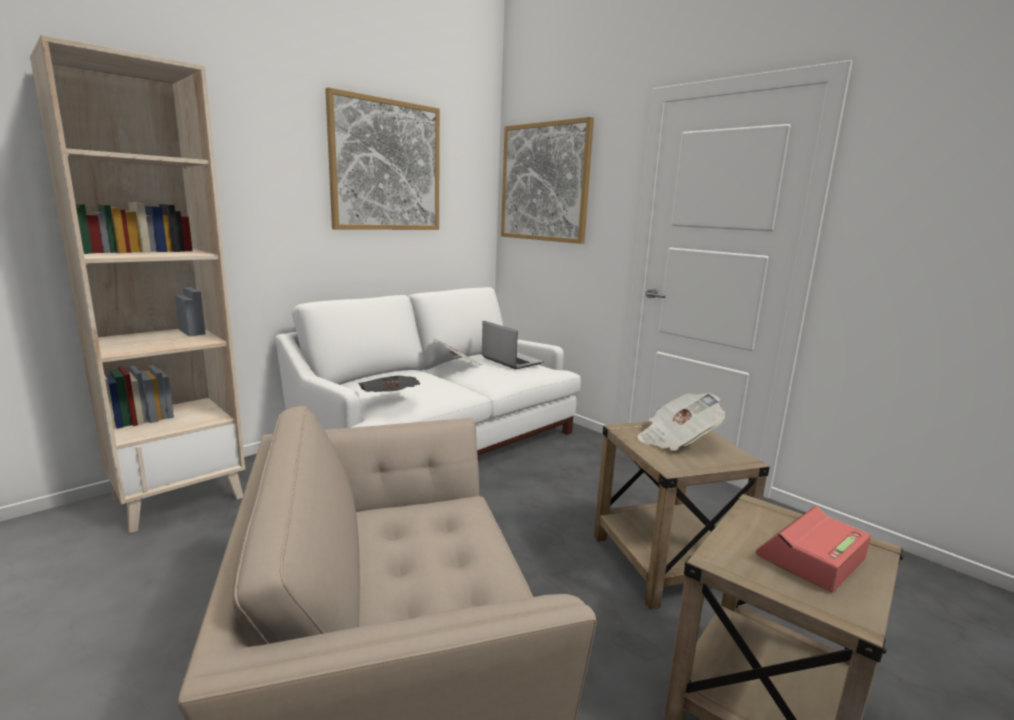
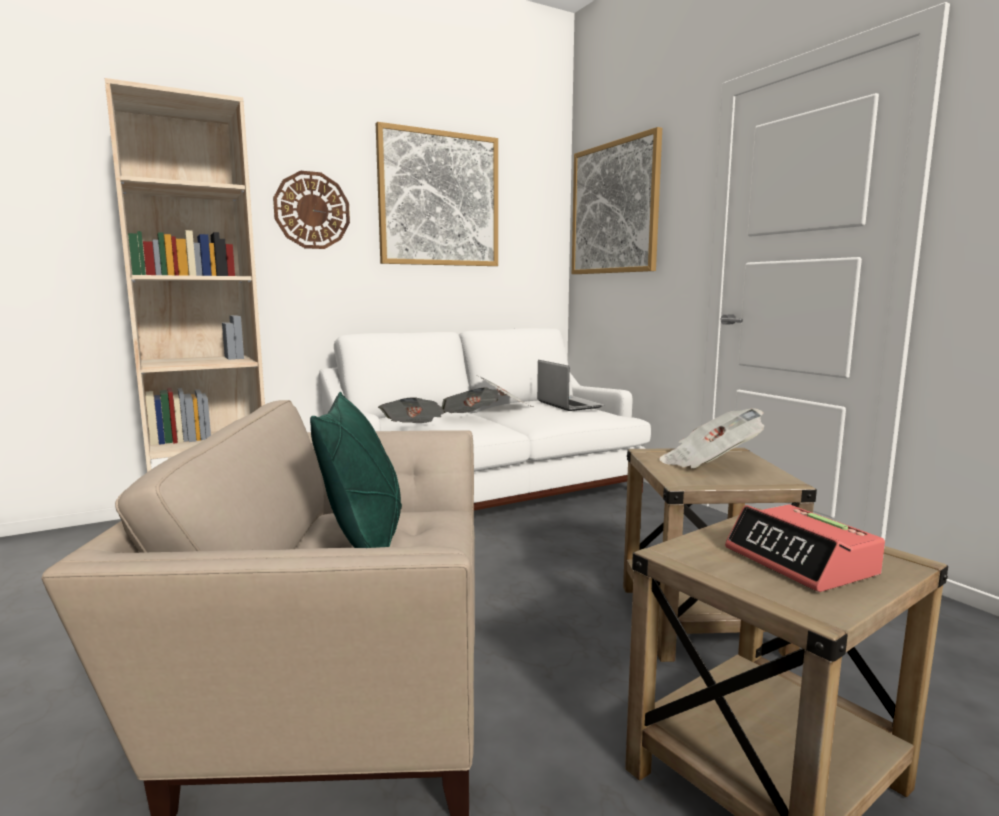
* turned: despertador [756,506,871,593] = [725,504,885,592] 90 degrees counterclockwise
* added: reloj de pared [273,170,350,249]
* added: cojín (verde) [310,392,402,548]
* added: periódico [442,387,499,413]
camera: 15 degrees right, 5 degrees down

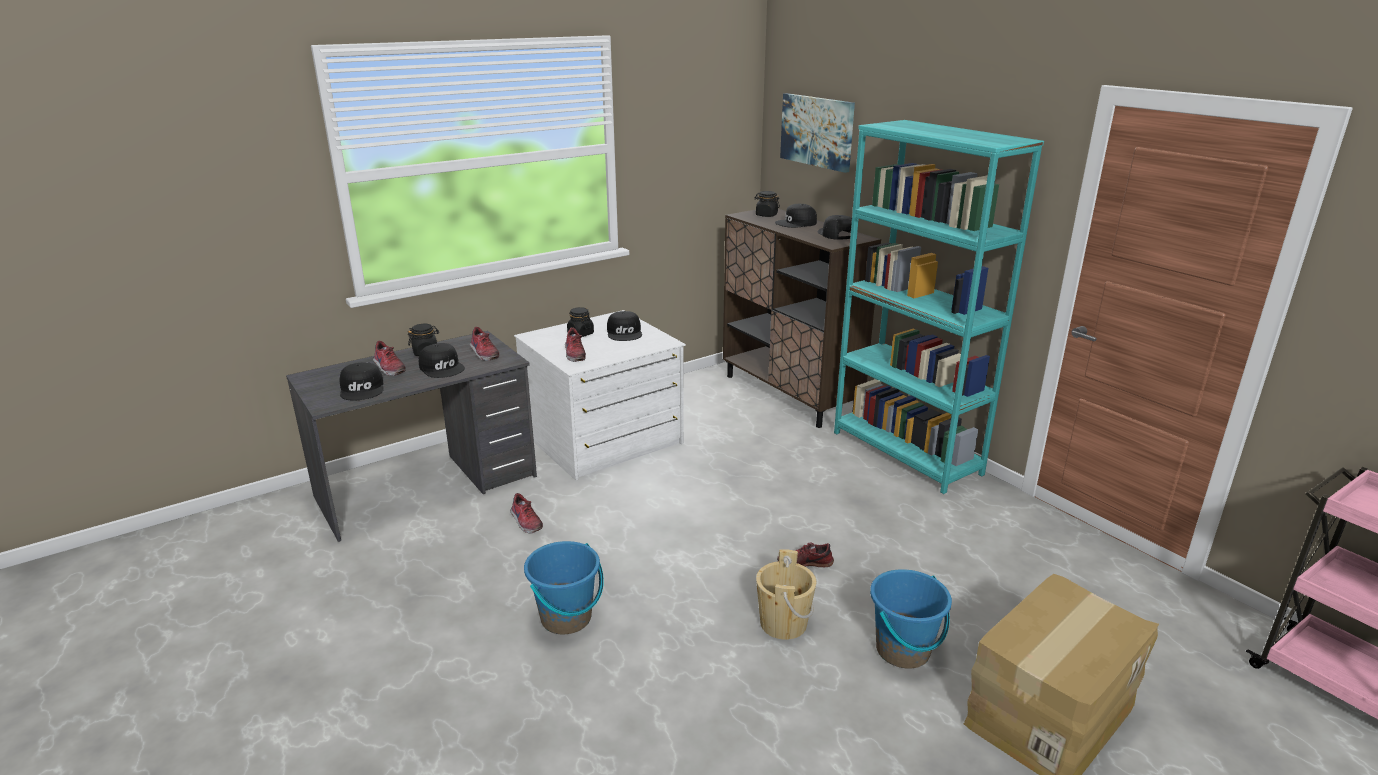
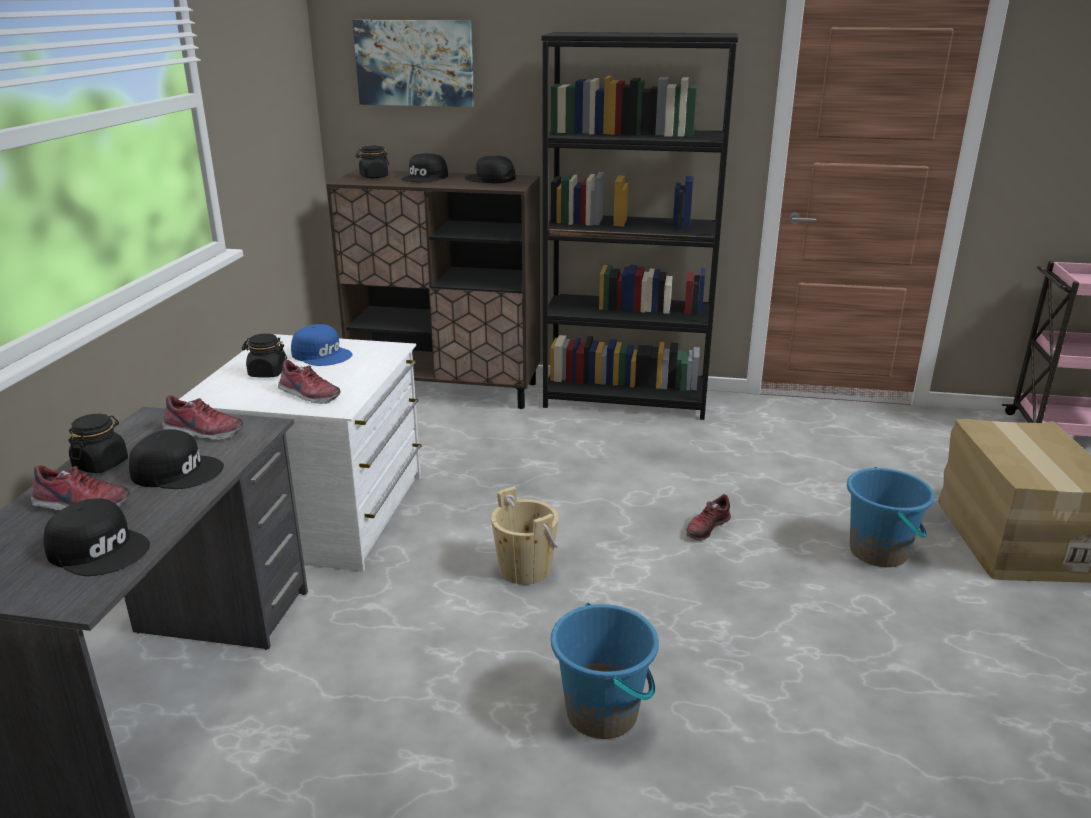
* removed: zapato [510,493,543,534]
* recoloured: gorra (negro) [607,311,642,341] to gorra (azul) [291,324,353,366]
* moved: cubo (beis) [756,549,816,640] to [491,487,558,585]
* recoloured: estantería (turquesa) [834,120,1044,494] to estantería (negro) [541,32,738,420]
camera: 45 degrees left, 0 degrees up

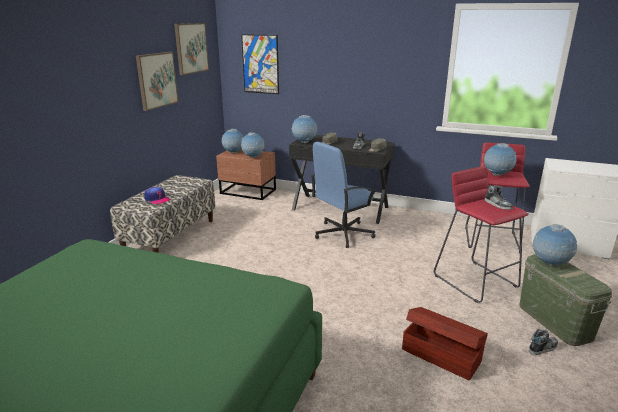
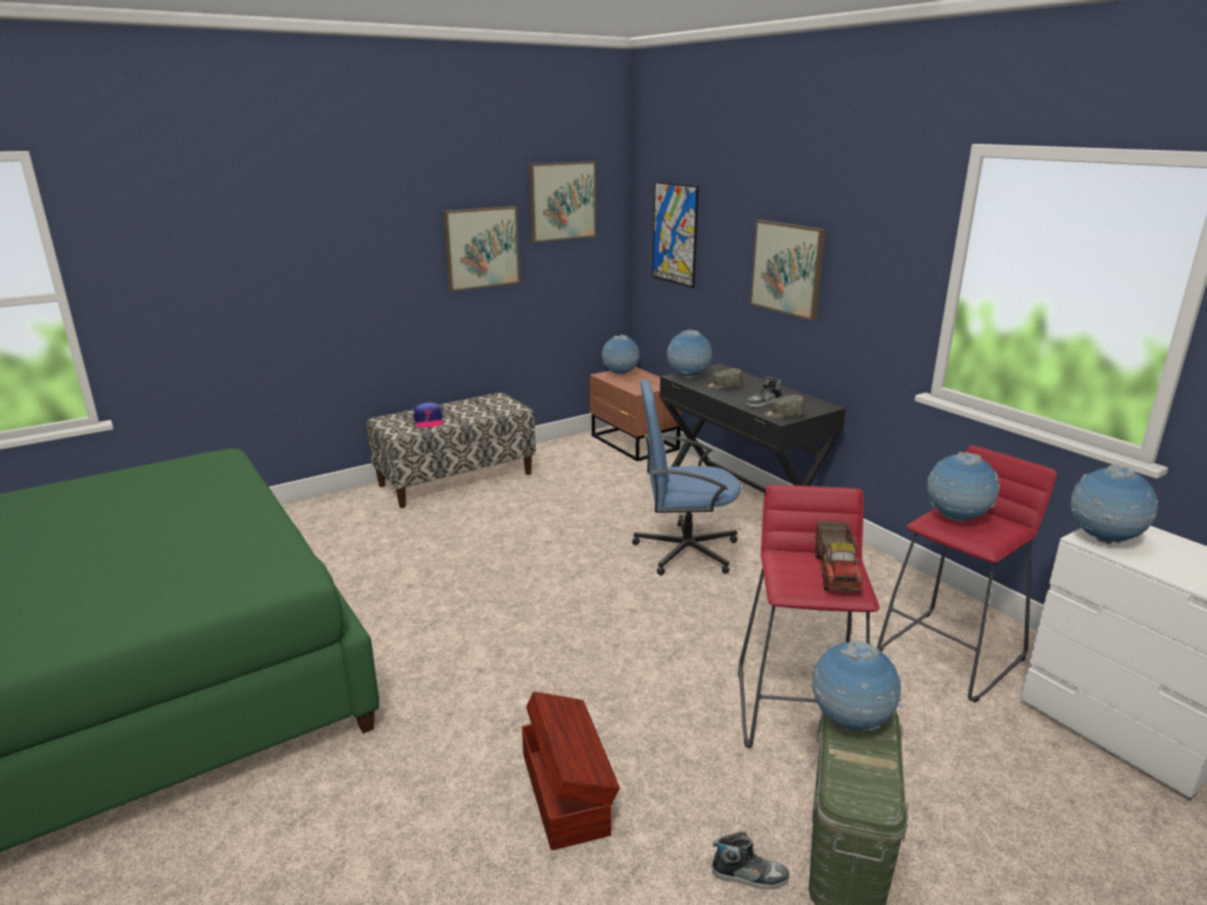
* moved: globo terráqueo [241,133,264,158] to [1071,465,1158,545]
* replaced: zapato [485,185,513,210] to camión de juguete [815,521,863,592]
* added: cuadro [750,220,826,320]
camera: 35 degrees right, 0 degrees up

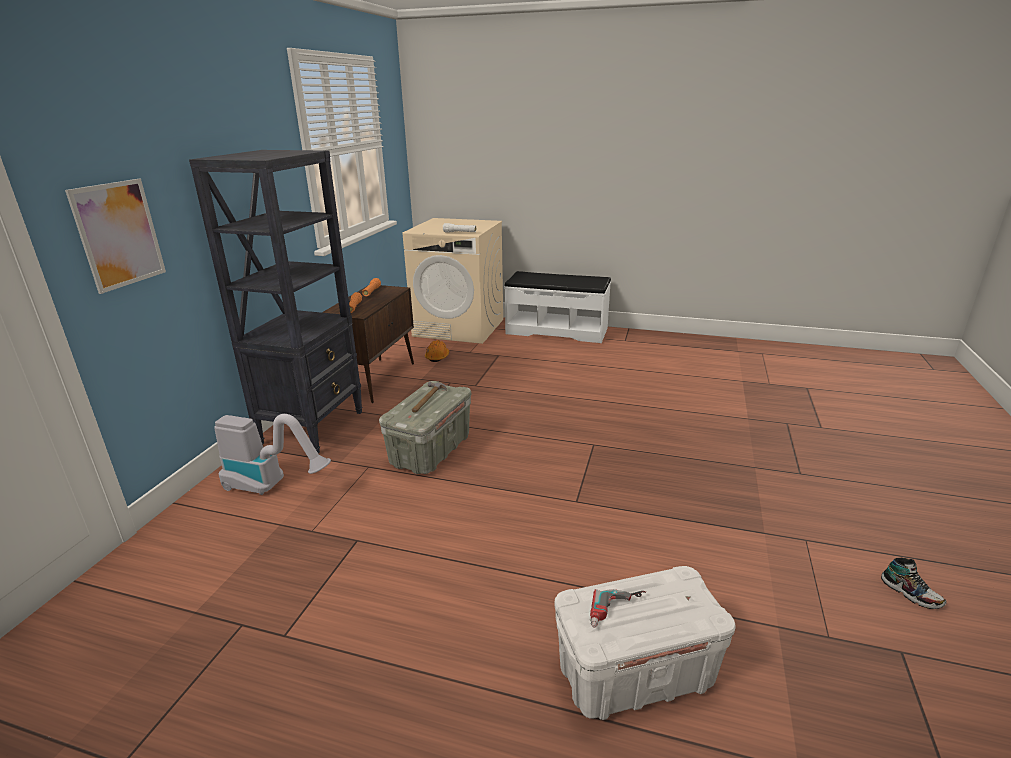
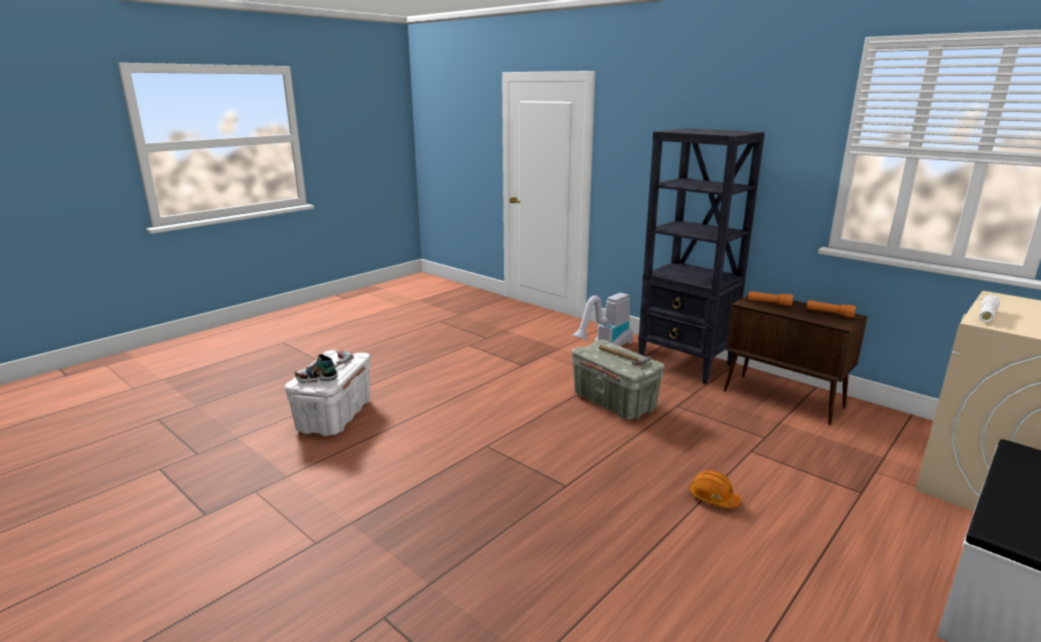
* removed: cuadro [65,179,166,294]
* moved: casco (naranja) [425,340,449,362] to [689,470,741,508]
* moved: zapato [881,558,947,609] to [295,354,338,383]
camera: 115 degrees right, 5 degrees down

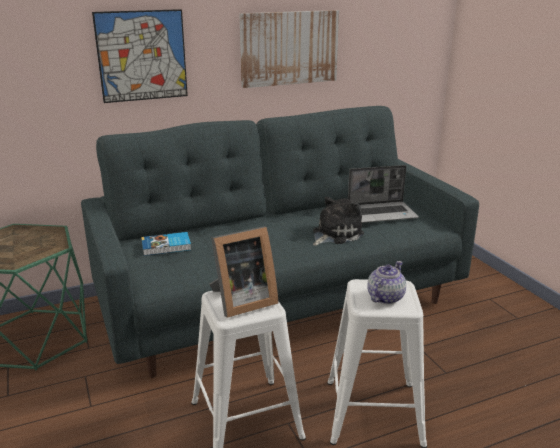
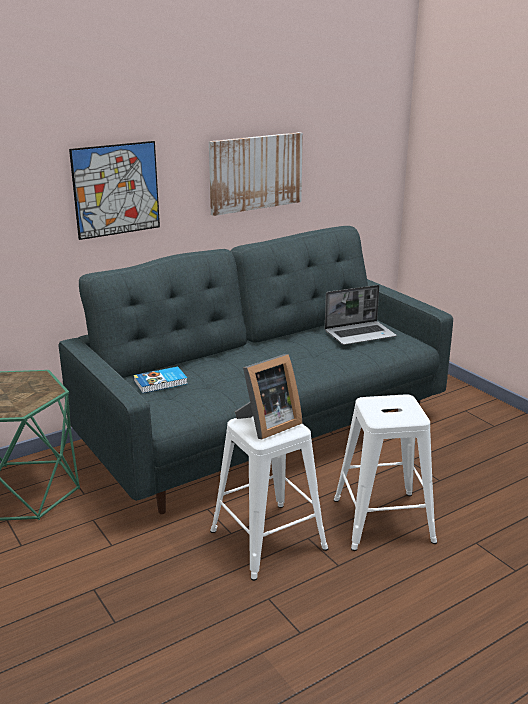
* removed: peluche [313,197,364,246]
* removed: tetera [367,261,406,304]
camera: 10 degrees left, 0 degrees up

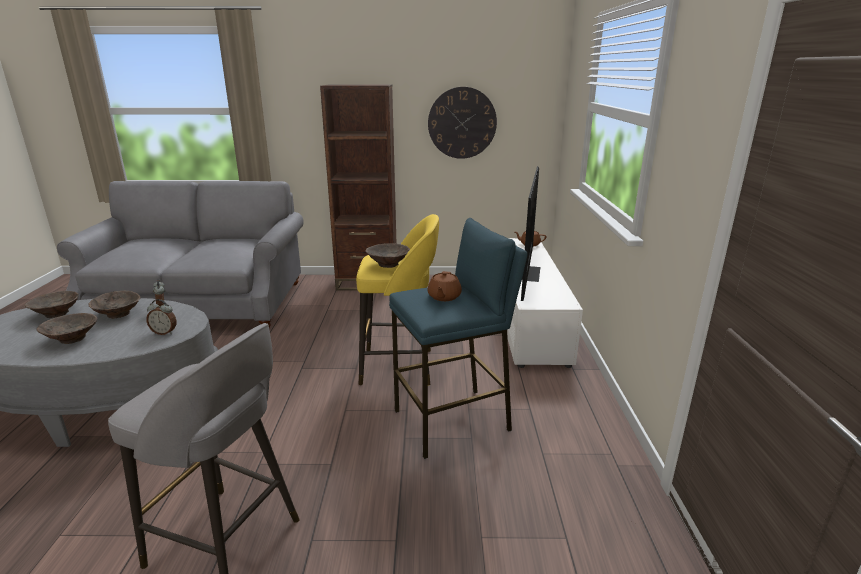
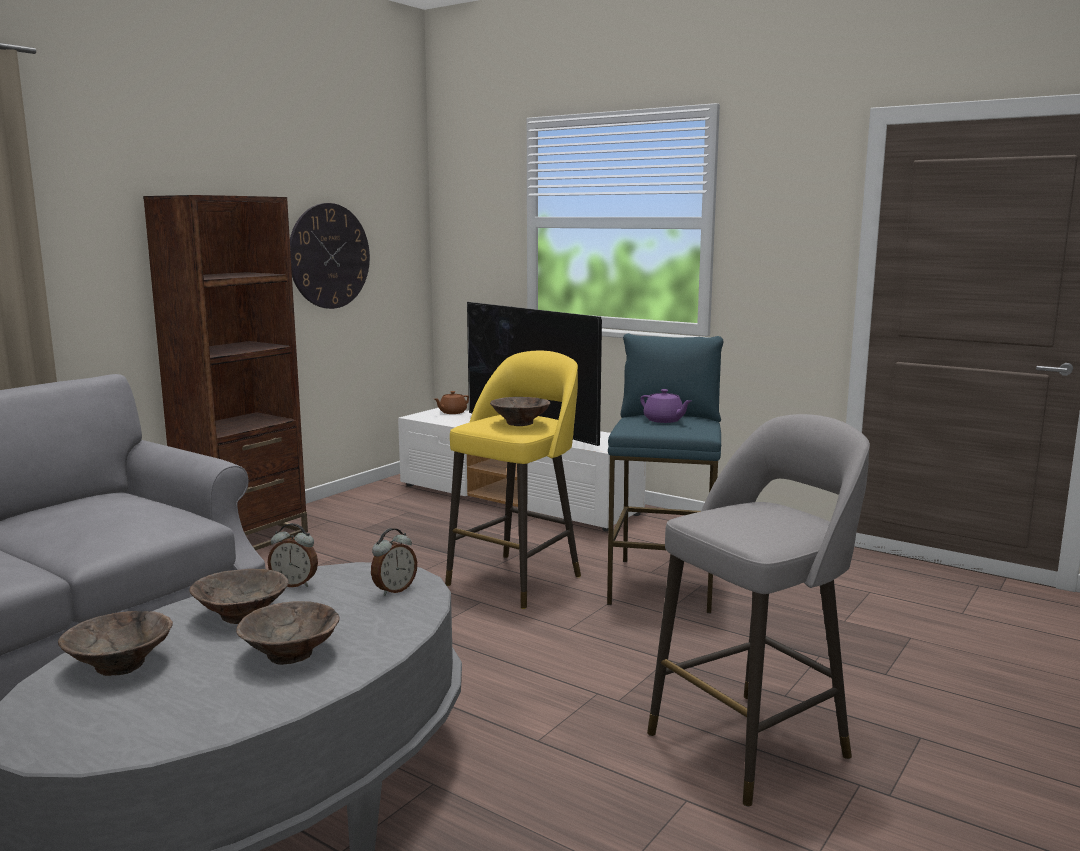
* recoloured: tetera (marrón) [428,271,462,301] to tetera (morado) [640,389,691,423]
camera: 55 degrees left, 10 degrees down

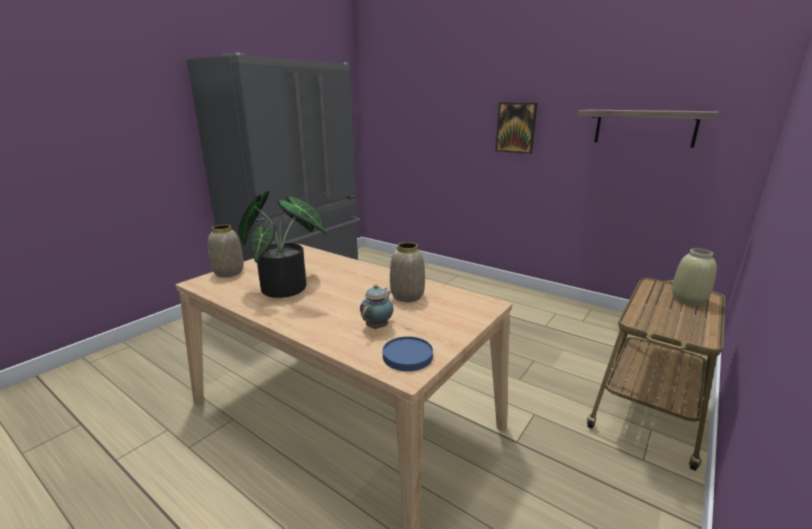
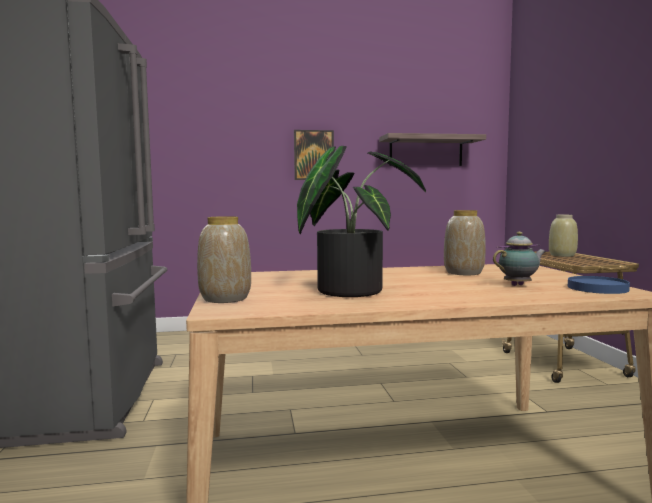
* turned: tetera [360,284,393,329] = [493,232,546,286] 90 degrees clockwise
camera: 45 degrees left, 15 degrees down

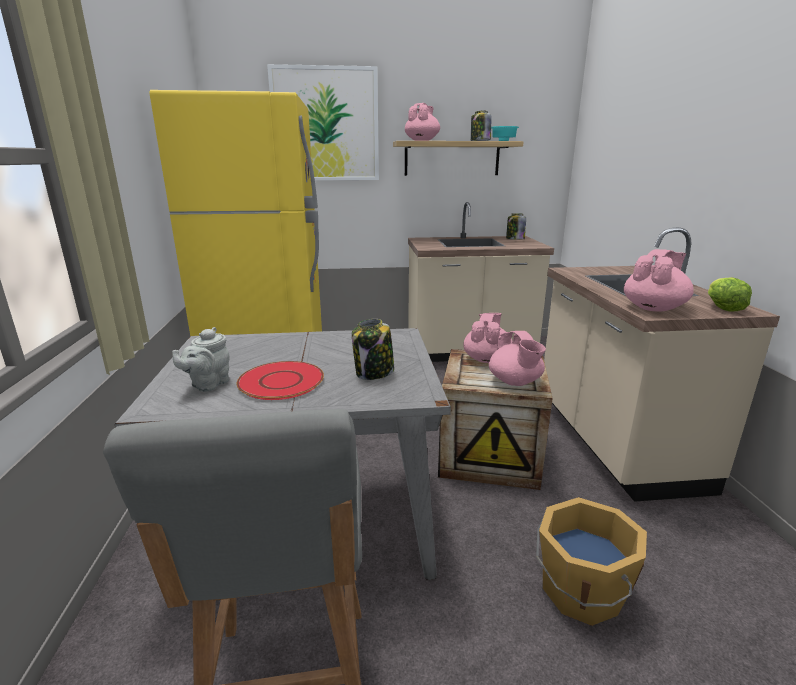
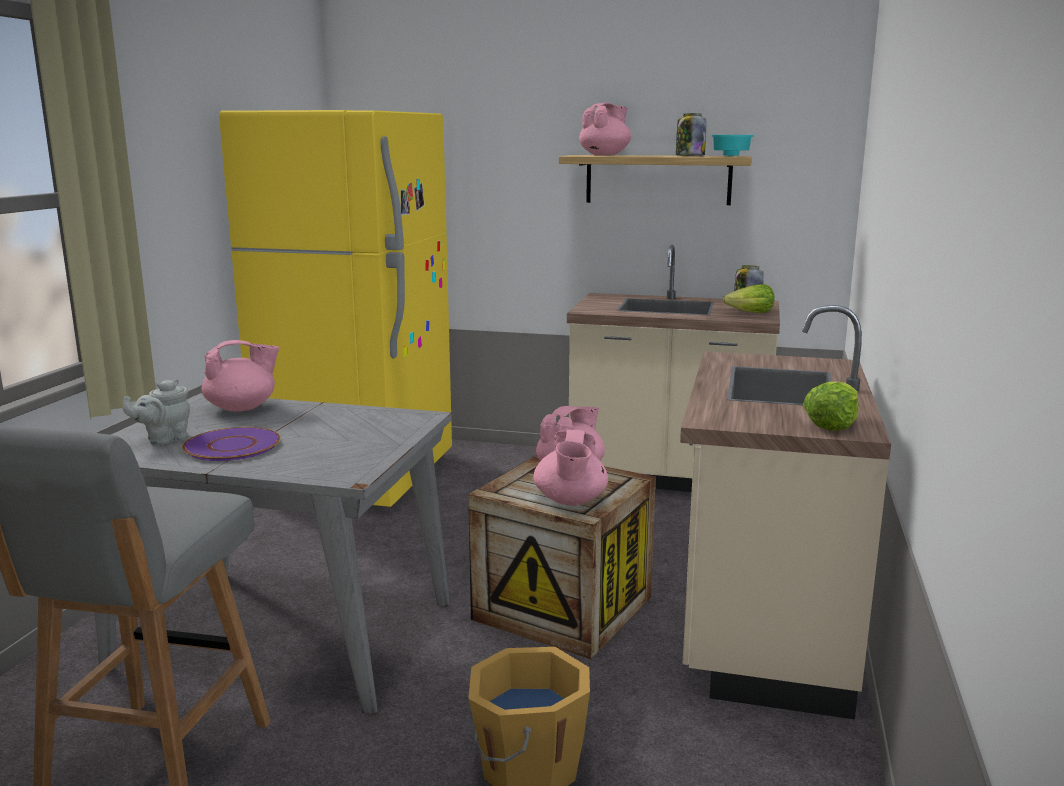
* recoloured: plato (rojo) [237,361,324,400] to plato (morado) [182,427,280,461]
* removed: cuadro [267,64,379,180]
* removed: tarro [352,319,394,380]
* moved: tetera (rosa) [624,249,694,312] to [201,340,279,412]
* added: lechuga [723,284,774,313]
camera: 20 degrees right, 5 degrees down

